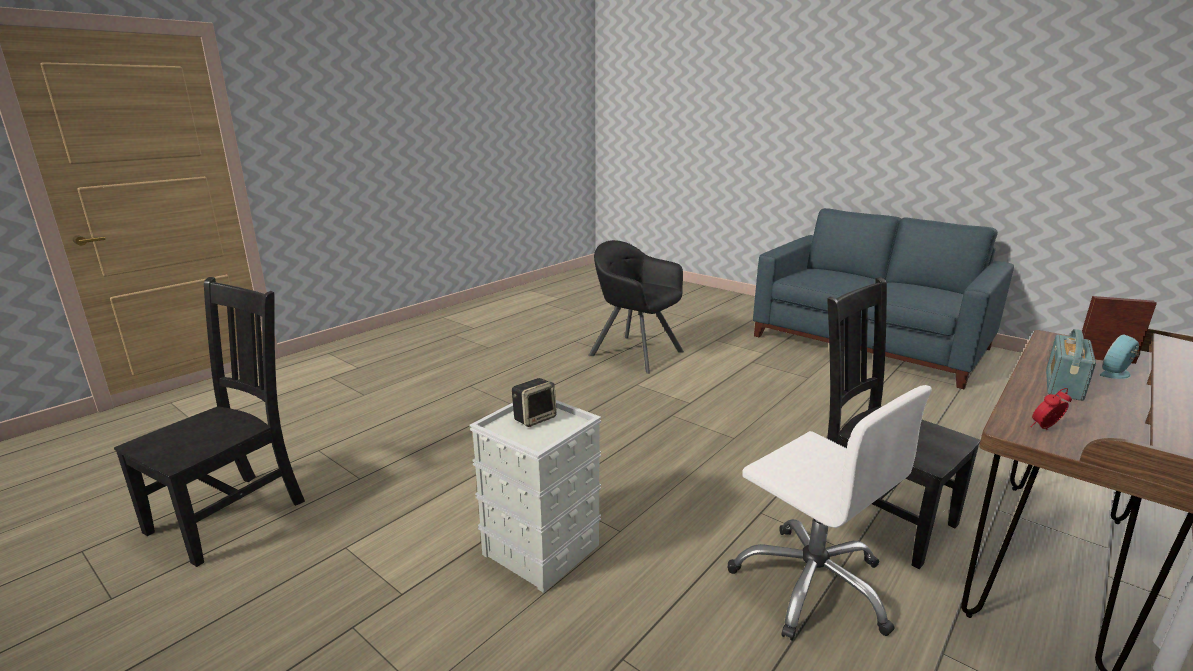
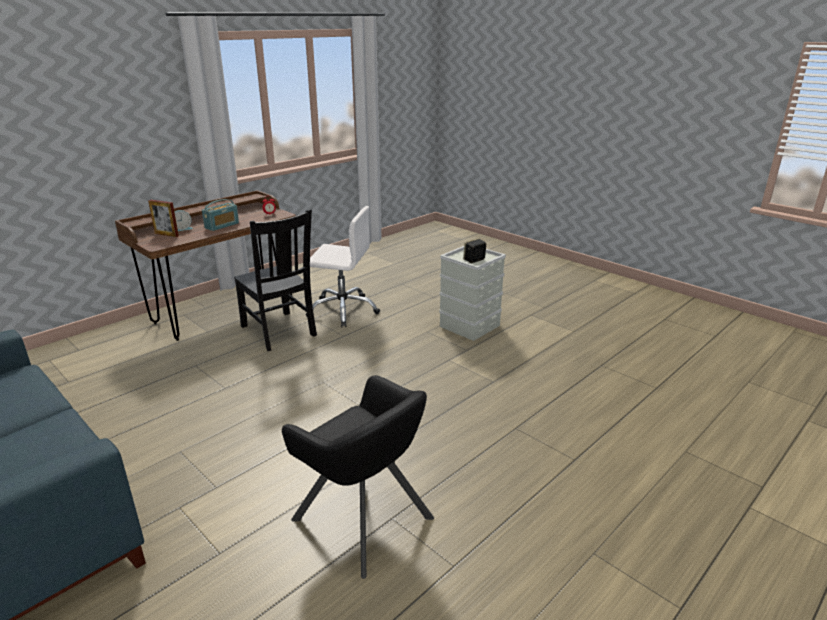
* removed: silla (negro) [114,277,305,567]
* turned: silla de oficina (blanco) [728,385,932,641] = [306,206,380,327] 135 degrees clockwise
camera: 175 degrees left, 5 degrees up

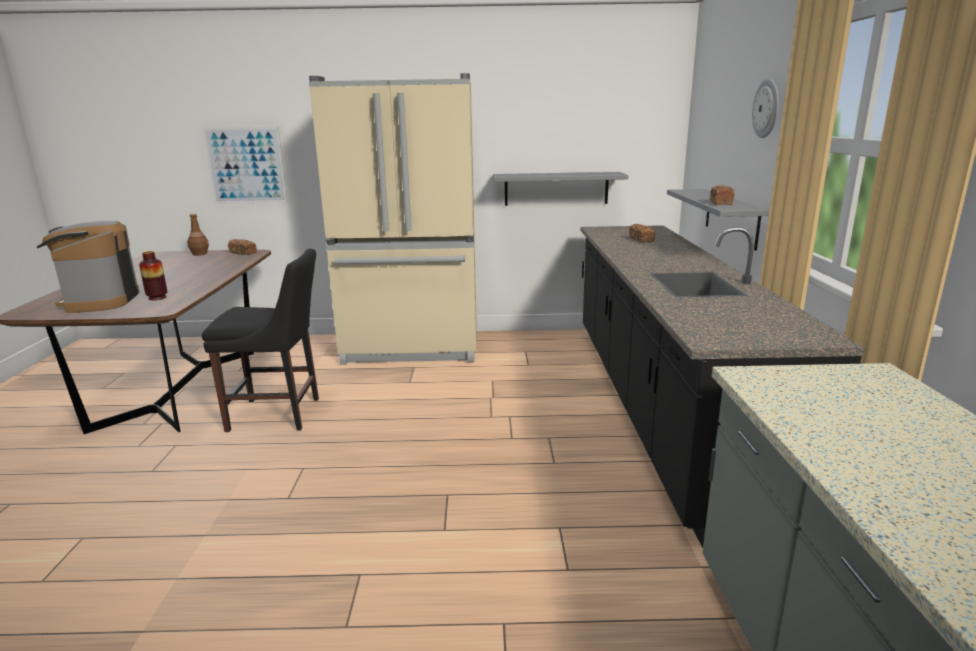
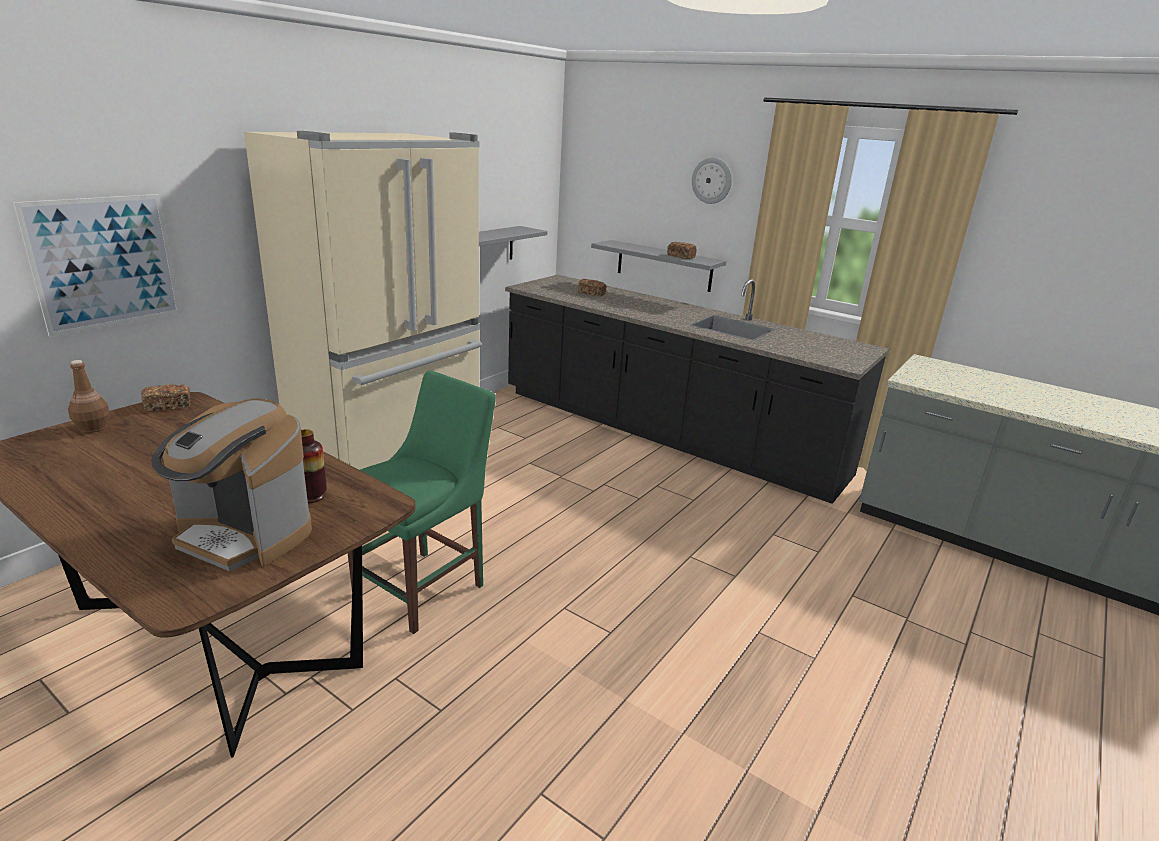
* recoloured: silla (negro) [202,249,319,432] to silla (verde) [348,371,496,634]
camera: 55 degrees left, 5 degrees up

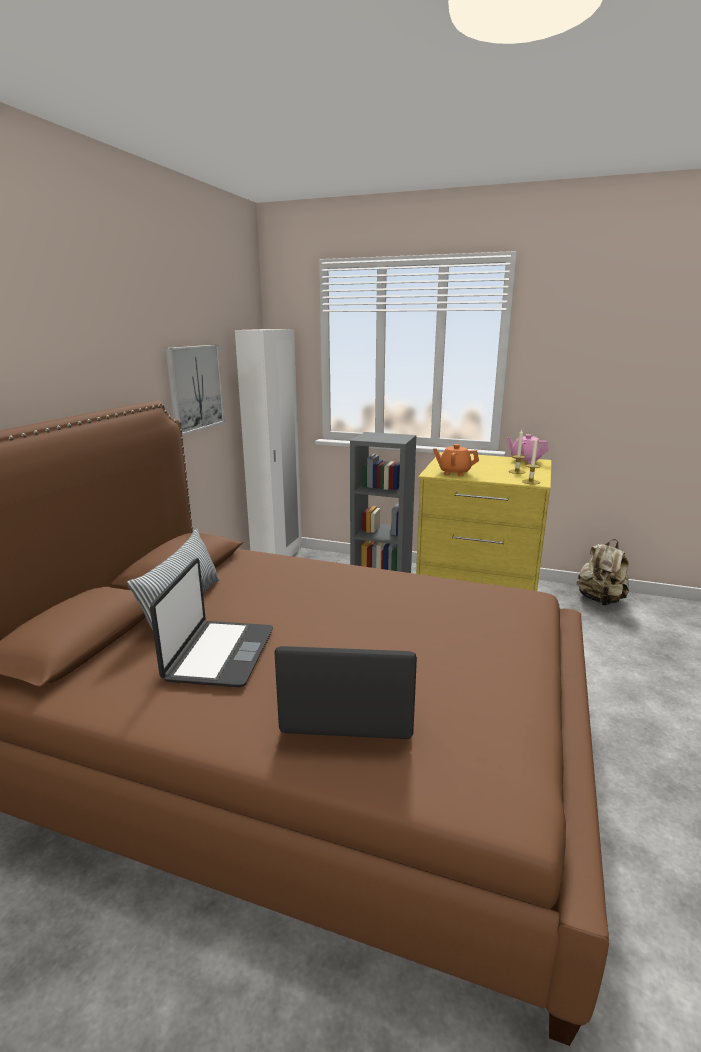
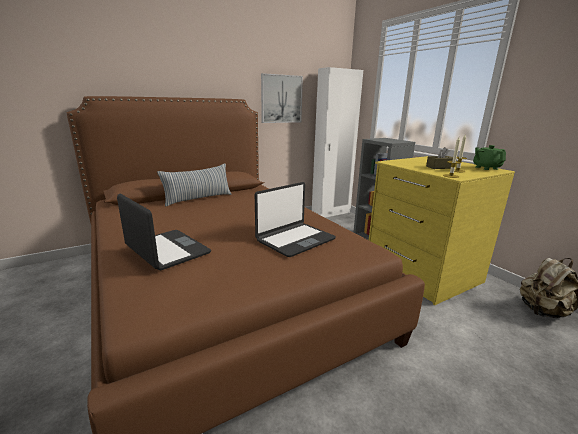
* moved: portátil [150,558,273,688] to [255,182,336,257]
* removed: tetera (naranja) [433,444,479,476]
* recoloured: tetera (rosa) [507,434,549,464] to tetera (verde) [473,145,506,170]
* added: caja de pañuelos (marrón) [426,147,453,169]
camera: 40 degrees right, 0 degrees up

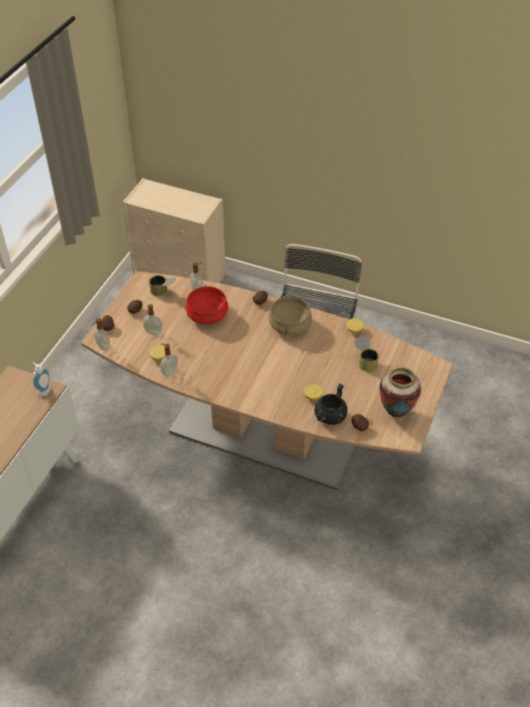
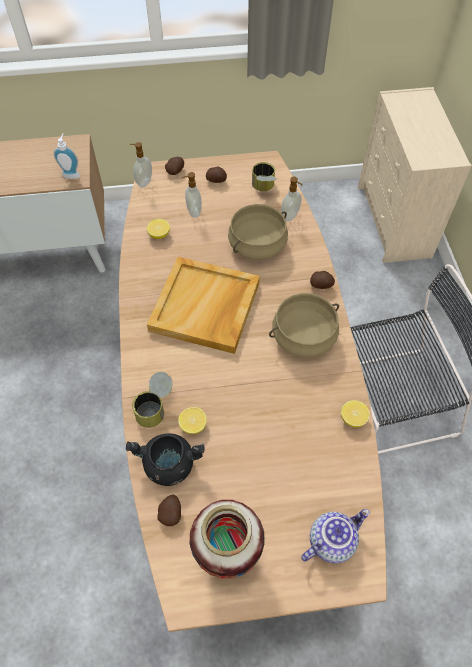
* removed: dispensador de jabón [160,344,178,377]
* recoloured: olla (rojo) [186,285,228,325] to olla (beis) [228,204,288,260]
* moved: lata [355,336,379,372] to [132,372,173,428]
* added: bandeja (beis) [147,257,260,354]
* added: tetera [301,509,370,563]
camera: 60 degrees right, 10 degrees up

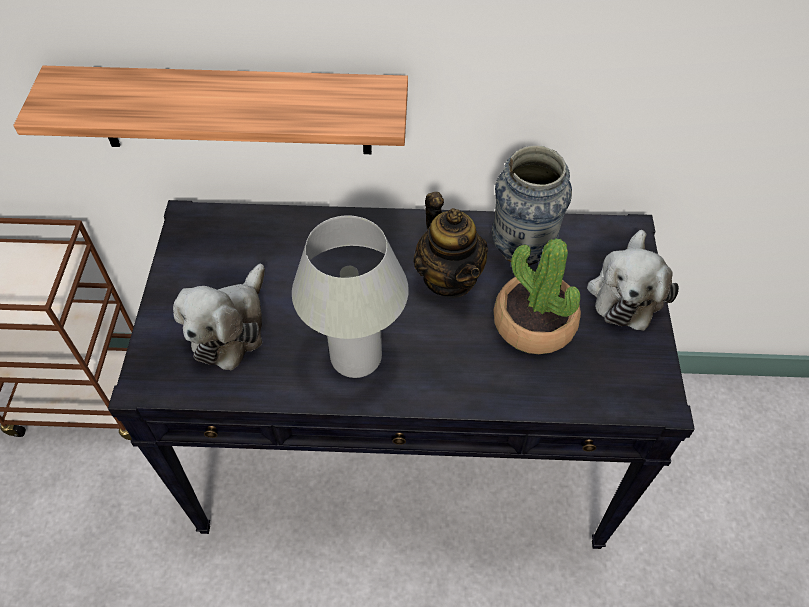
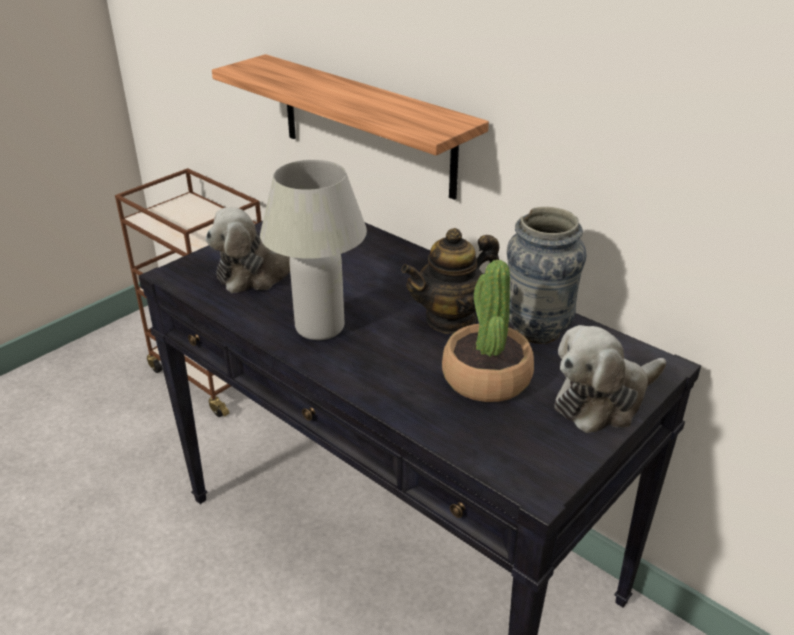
* turned: tetera [414,192,488,298] = [401,228,499,334] 45 degrees clockwise
camera: 40 degrees right, 20 degrees down

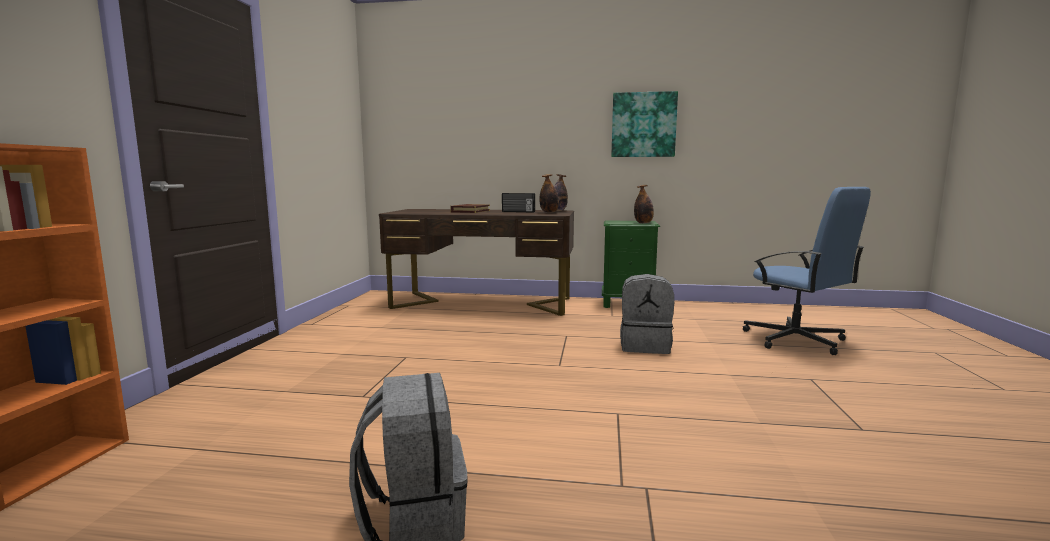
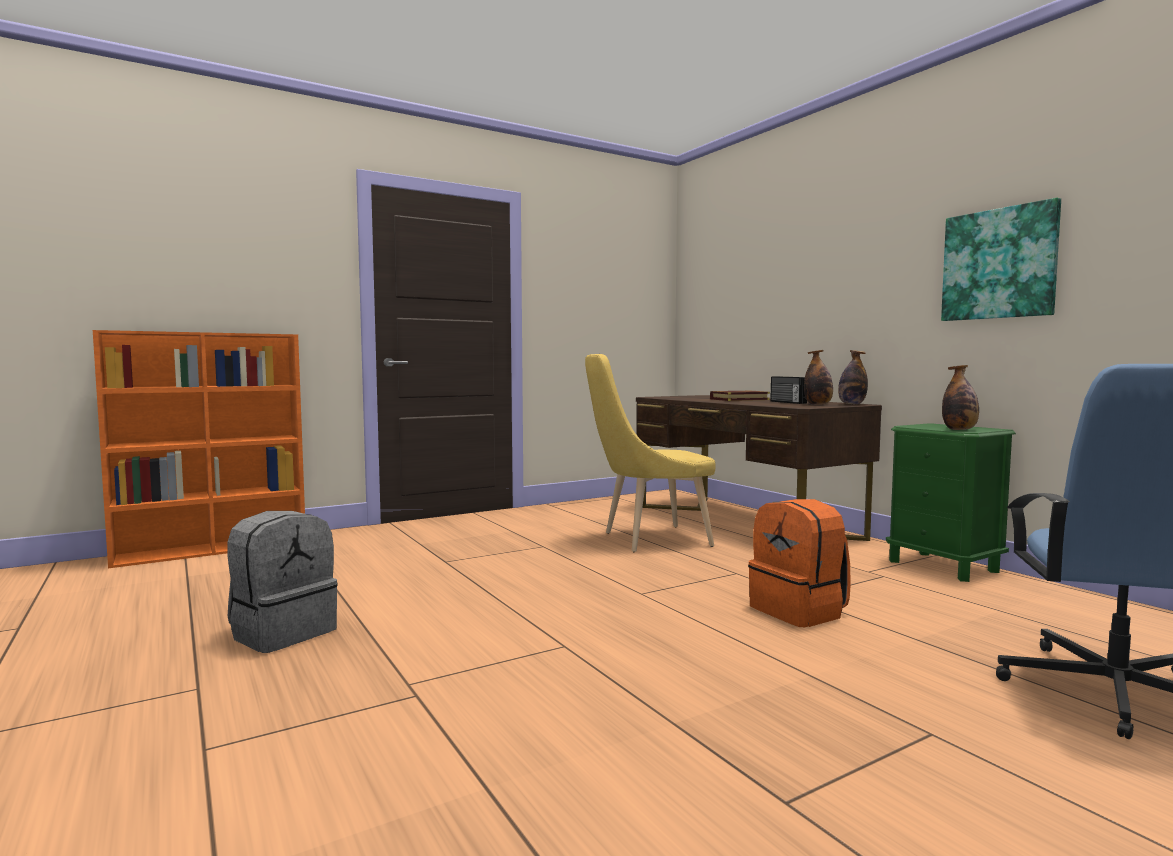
* recoloured: mochila (gris) [620,274,674,354] to mochila (naranja) [748,499,851,627]
* added: silla (amarillo) [585,354,715,552]
camera: 50 degrees right, 5 degrees down

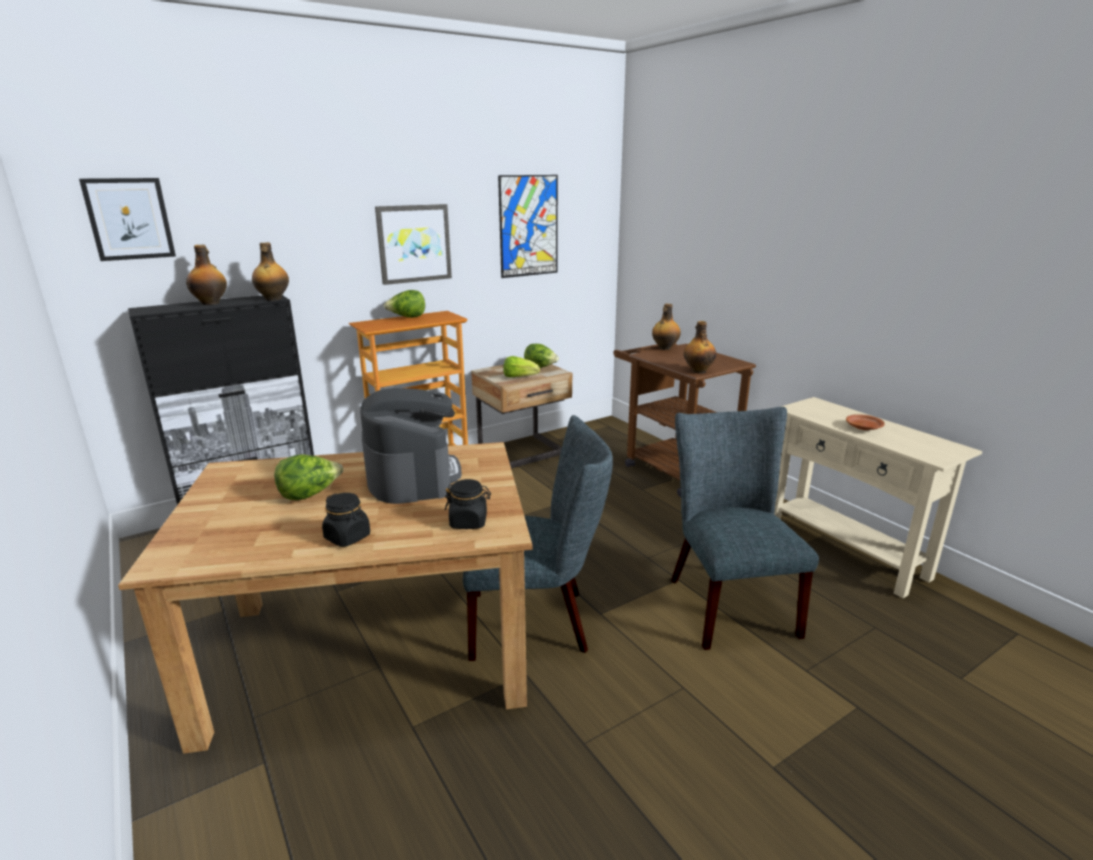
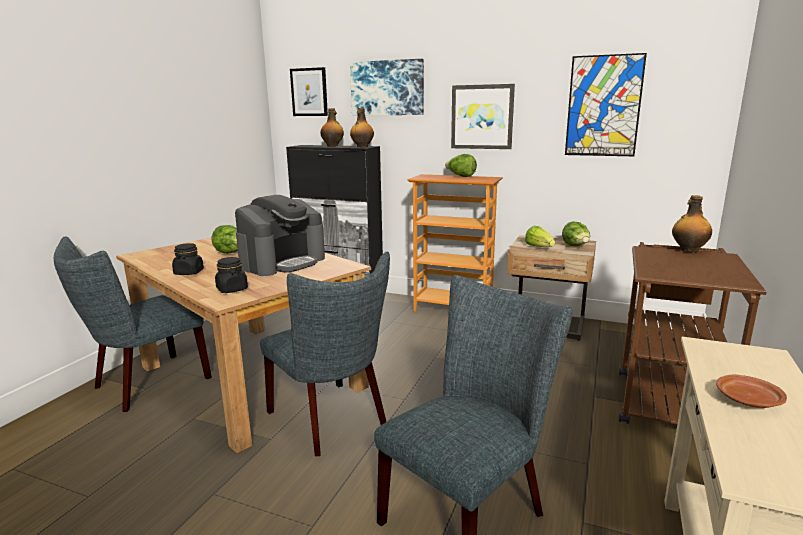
* removed: botella [684,321,716,374]
* added: silla (gris) [54,236,212,412]
* added: cuadro [350,59,424,115]
camera: 55 degrees right, 5 degrees down

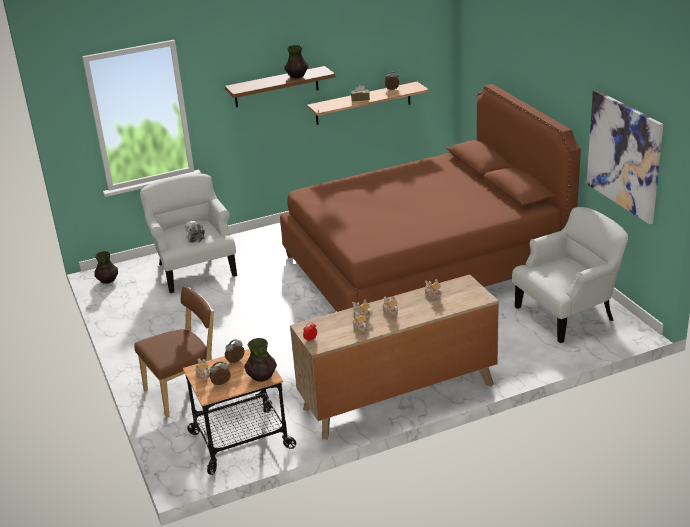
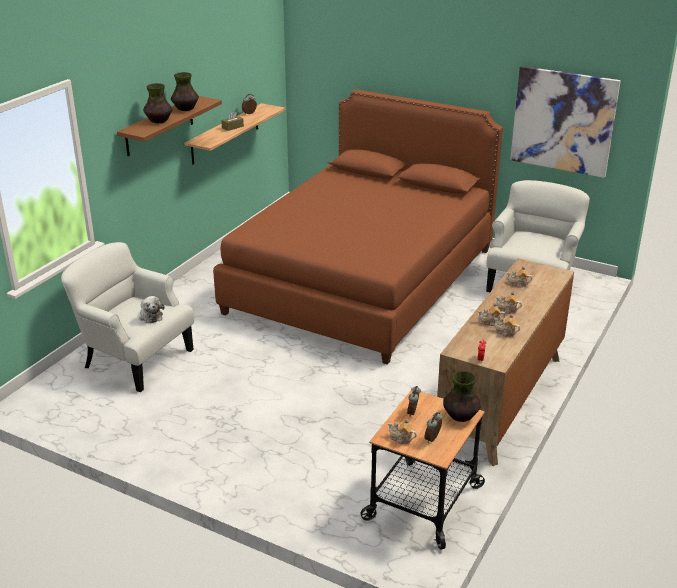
* moved: florero [94,251,118,284] to [143,83,173,123]
* removed: silla (marrón) [134,286,214,418]
camera: 40 degrees left, 0 degrees up

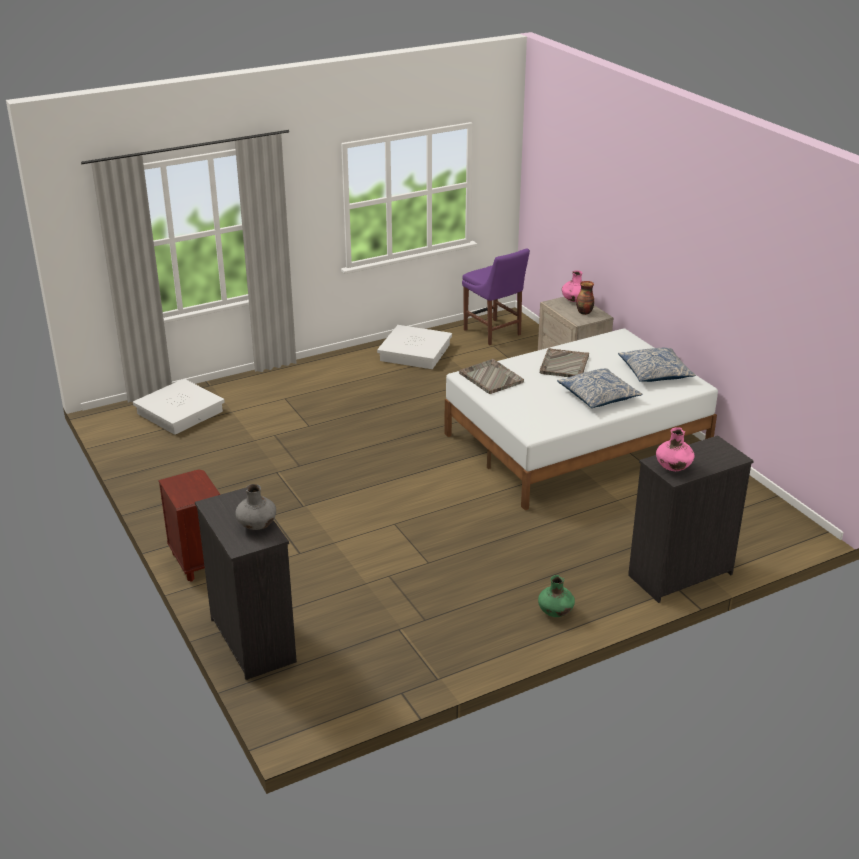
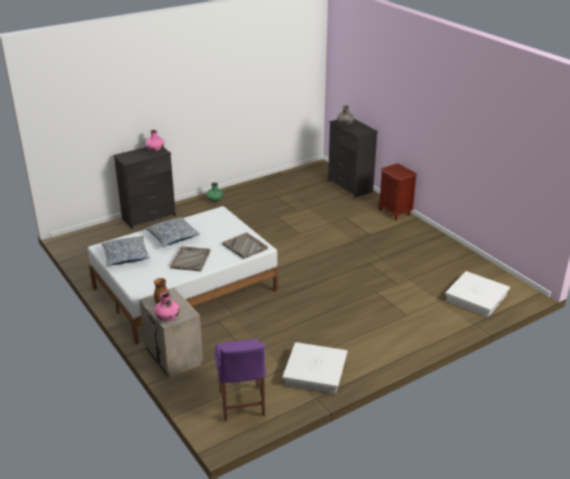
* turned: silla (morado) [462,248,530,345] = [215,339,266,421] 150 degrees counterclockwise
camera: 175 degrees right, 0 degrees up

